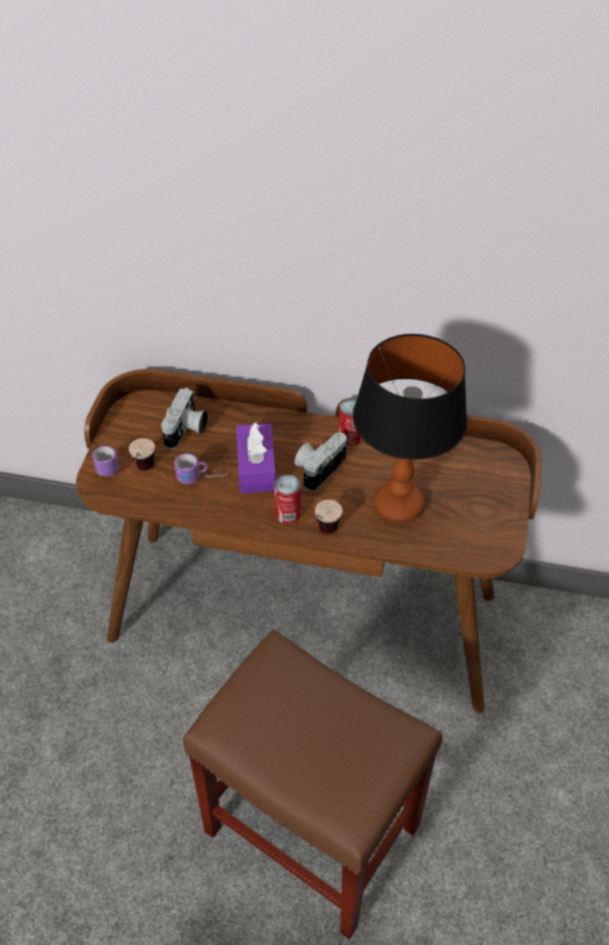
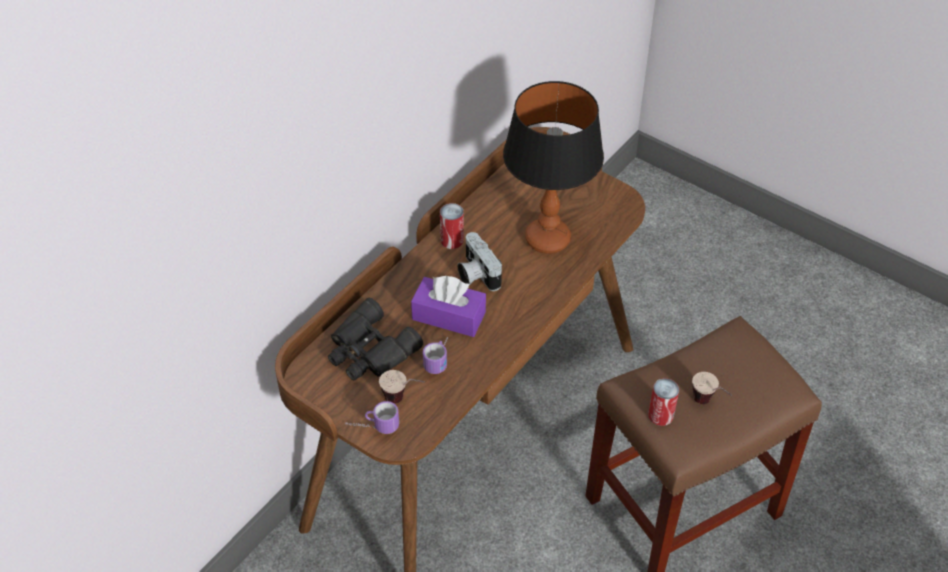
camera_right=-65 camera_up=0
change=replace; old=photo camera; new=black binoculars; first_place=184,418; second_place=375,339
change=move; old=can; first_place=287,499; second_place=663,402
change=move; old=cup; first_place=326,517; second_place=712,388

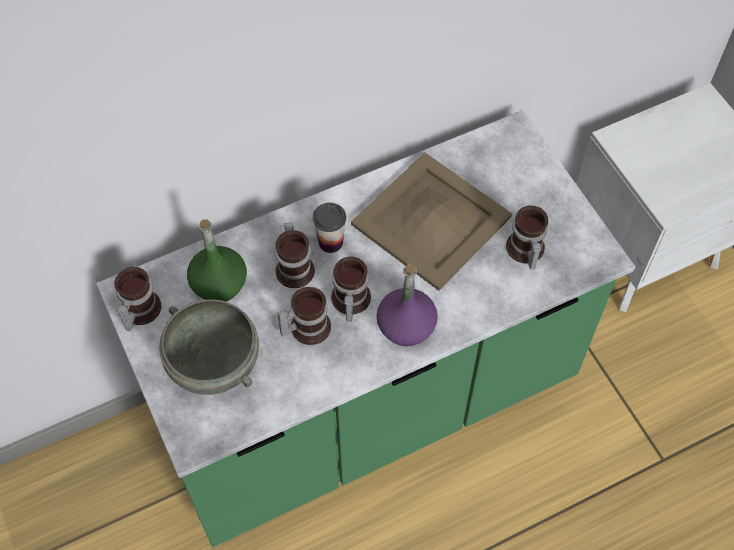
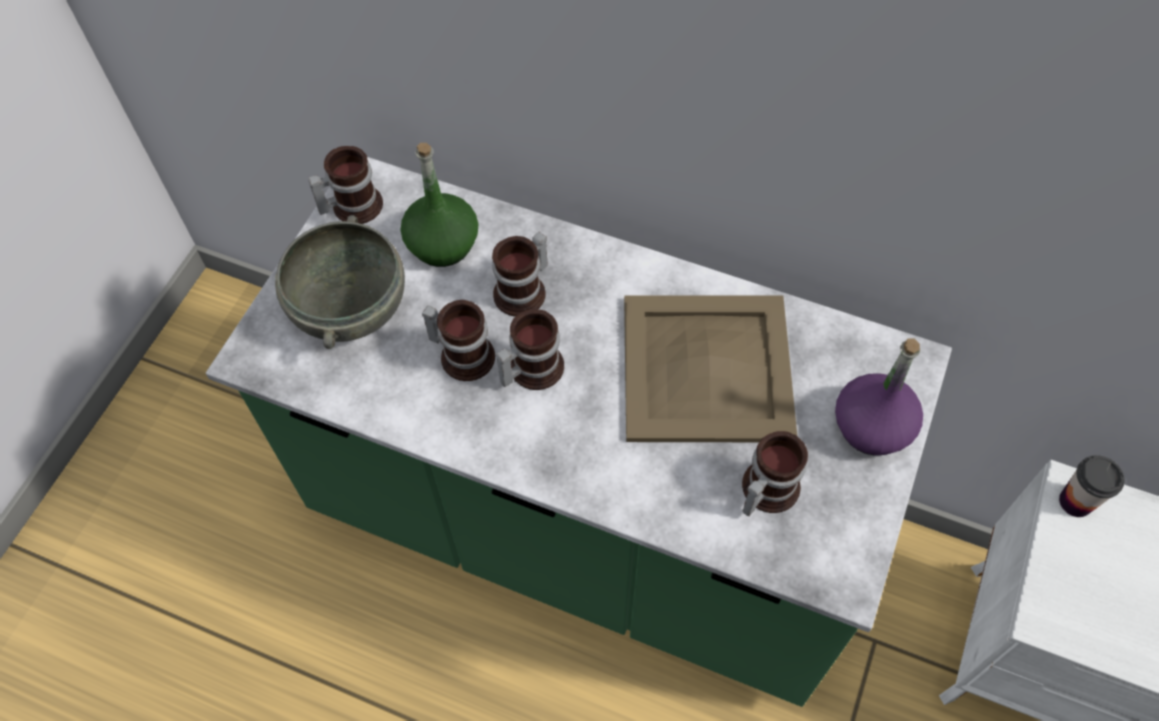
camera_right=50 camera_up=0
change=move; old=cup; first_place=329,228; second_place=1092,486
change=move; old=purple bottle; first_place=407,305; second_place=879,397

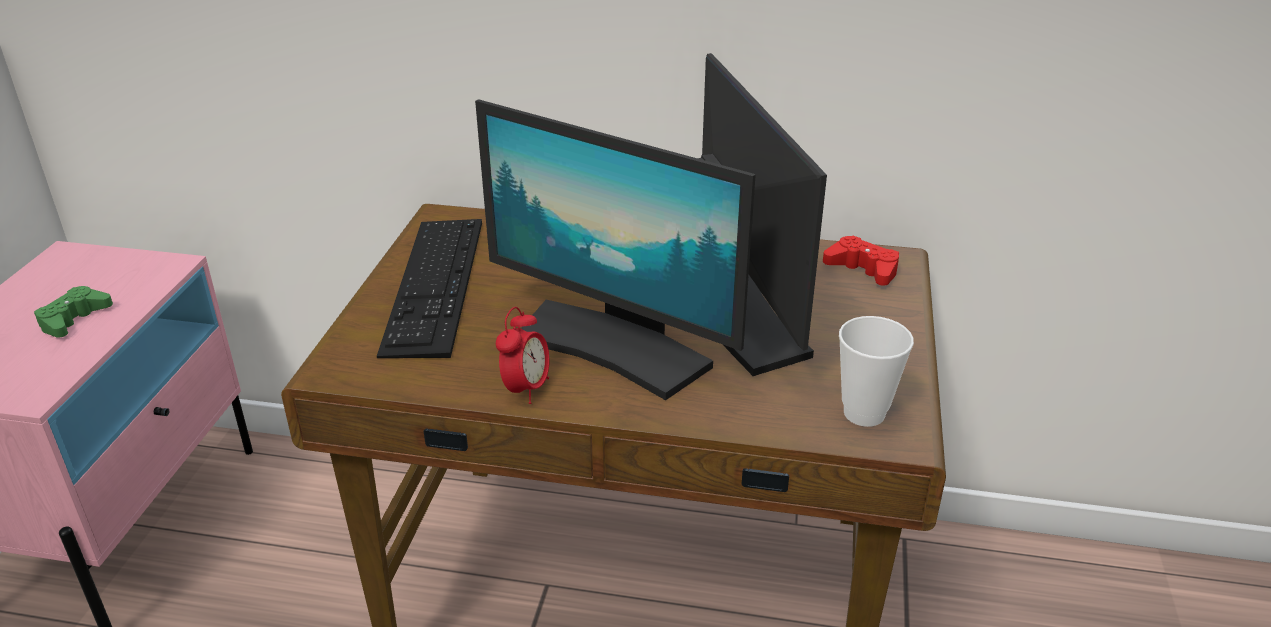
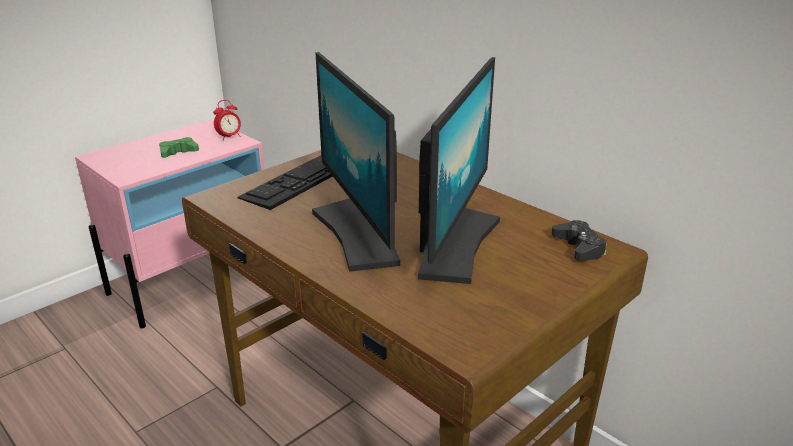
camera_right=35 camera_up=-5
change=recolor; old=red game controller; new=black game controller; first_place=861,261; second_place=579,240
change=move; old=alarm clock; first_place=523,355; second_place=227,120
change=delete; old=cup; first_place=876,371

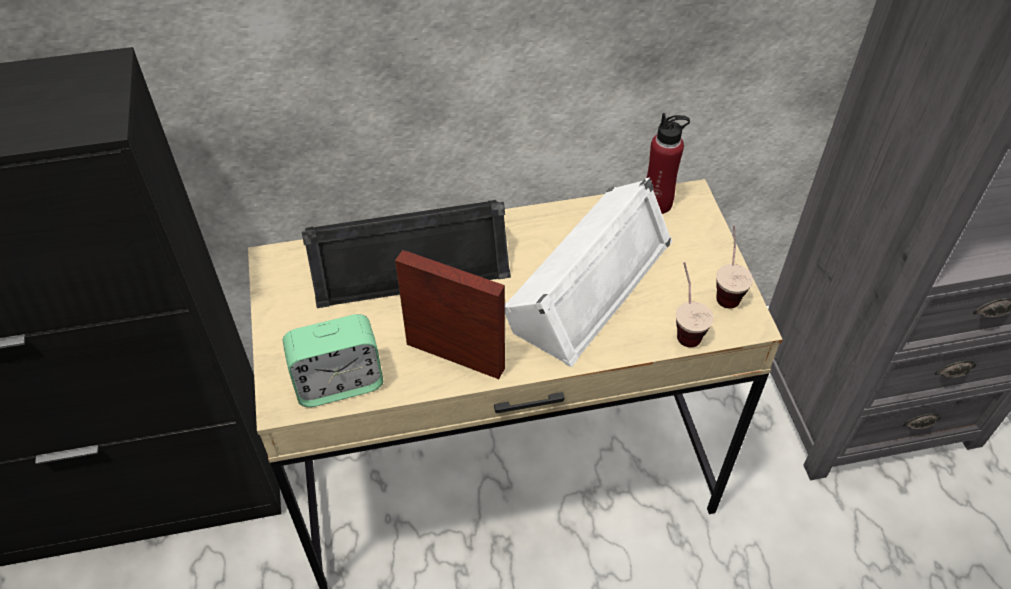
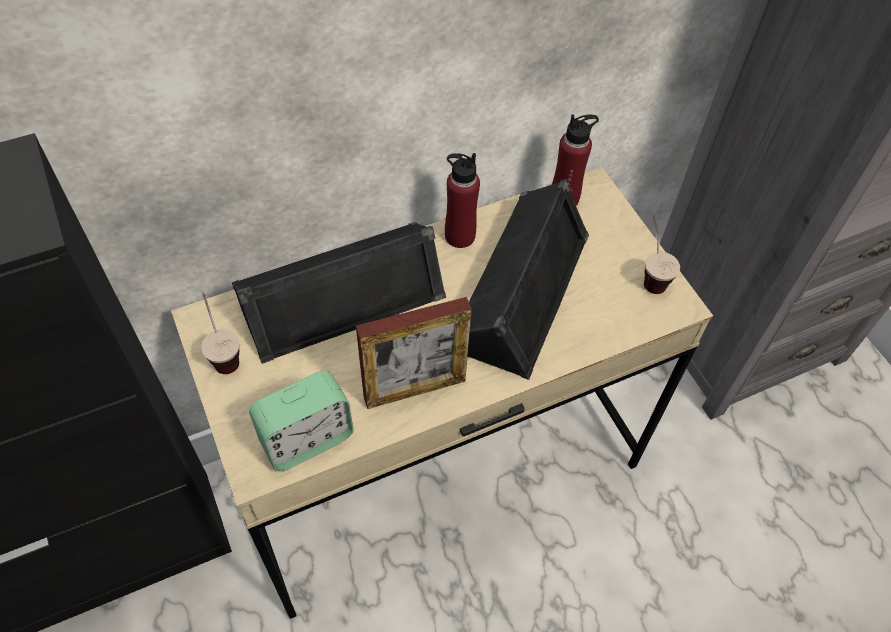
camera_right=-15 camera_up=5
change=recolor; old=white speaker; new=black speaker; first_place=589,272; second_place=528,279
change=rotate; old=picture frame; first_place=450,314; second_place=414,353; degrees=150
change=move; old=cup; first_place=695,304; second_place=220,333
change=insert; new=red bottle; second_place=462,200

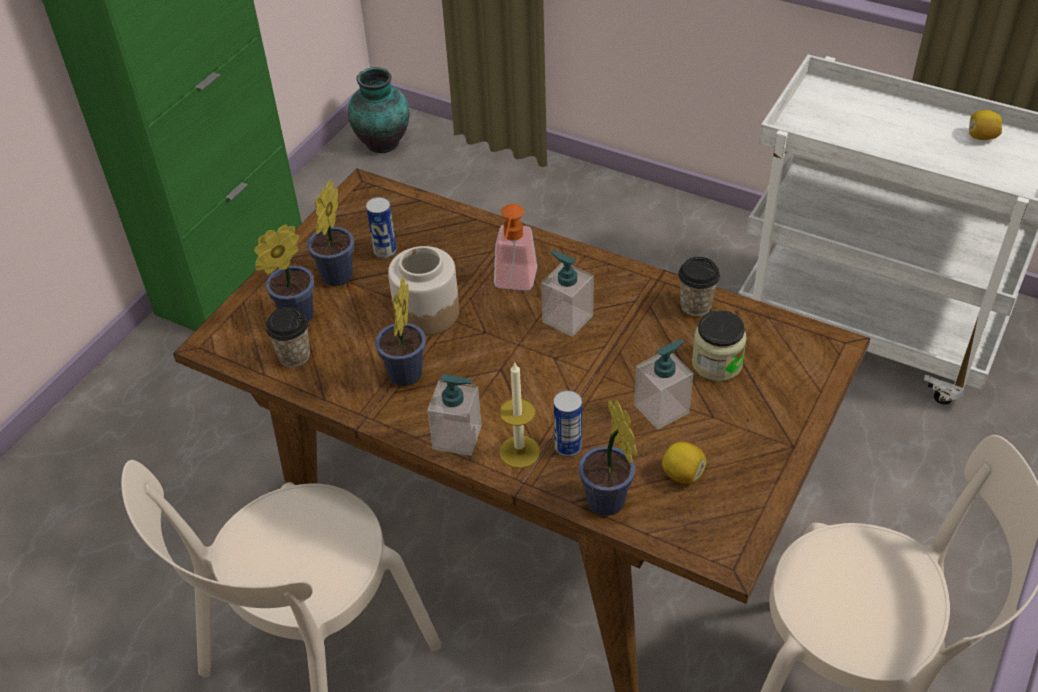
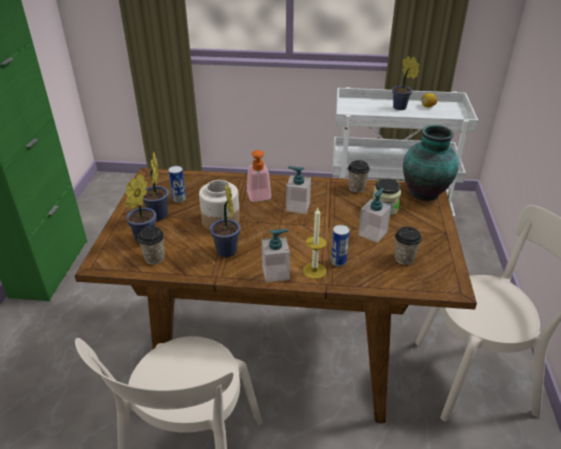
camera_right=-25 camera_up=-10
change=move; old=vase; first_place=379,110; second_place=431,163
change=move; old=potted plant; first_place=608,457; second_place=405,83
change=replace; old=lemon; new=cup; first_place=684,463; second_place=408,246

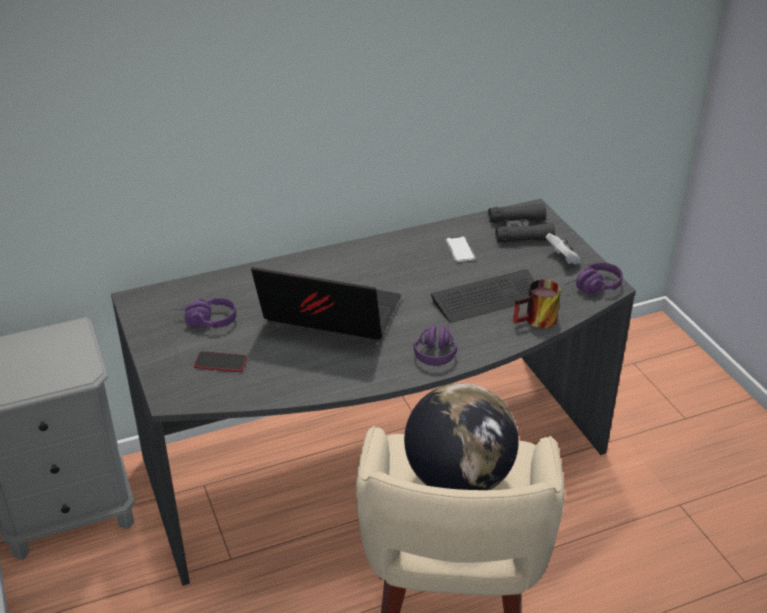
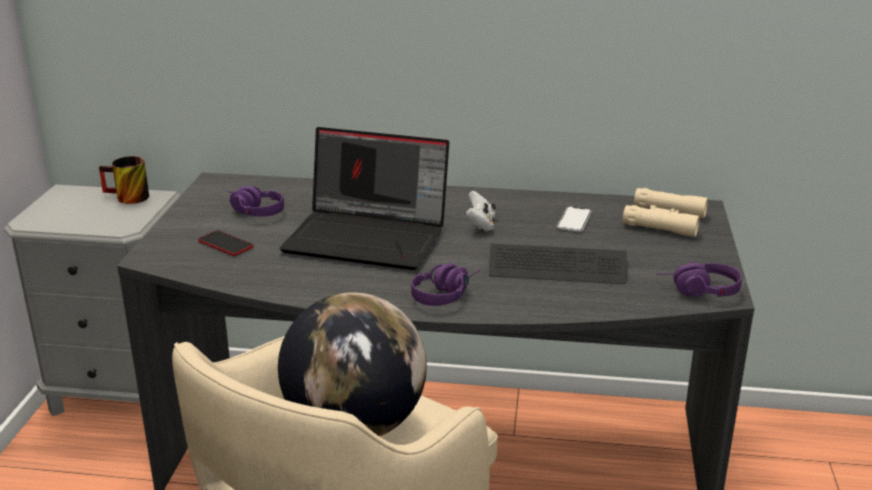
camera_right=30 camera_up=-10
change=recolor; old=black binoculars; new=beige binoculars; first_place=521,223; second_place=665,212
change=move; old=white game controller; first_place=563,249; second_place=481,211
change=rotate; old=laptop; first_place=326,303; second_place=364,198; degrees=150
change=move; old=mug; first_place=537,303; second_place=124,180

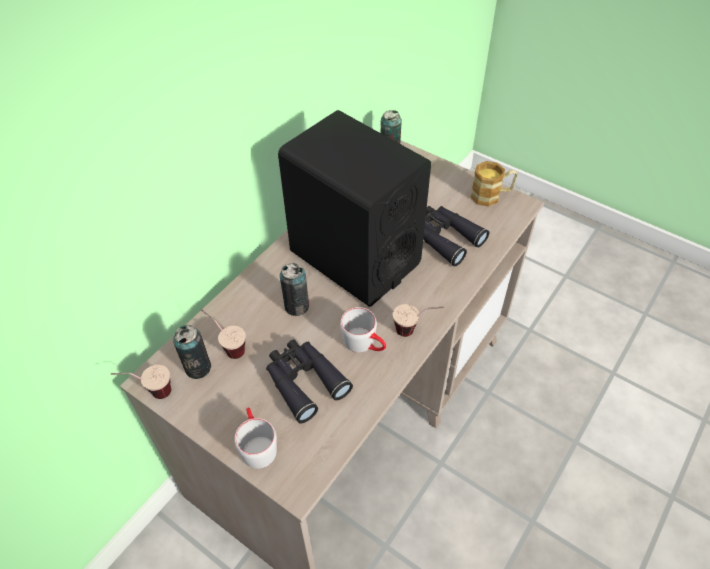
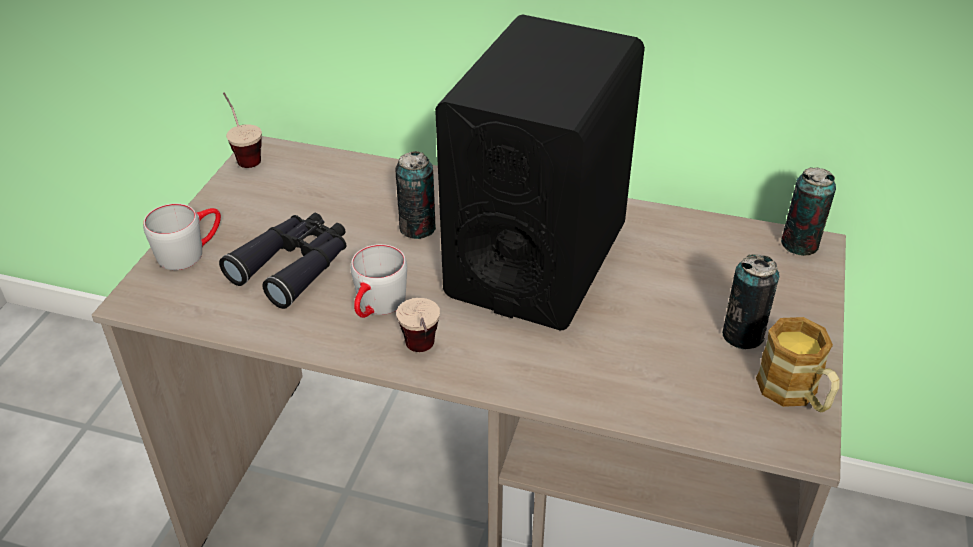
camera_right=70 camera_up=-10
change=delete; old=black binoculars; first_place=456,236
change=delete; old=cup; first_place=223,334
change=move; old=can; first_place=192,352; second_place=750,301

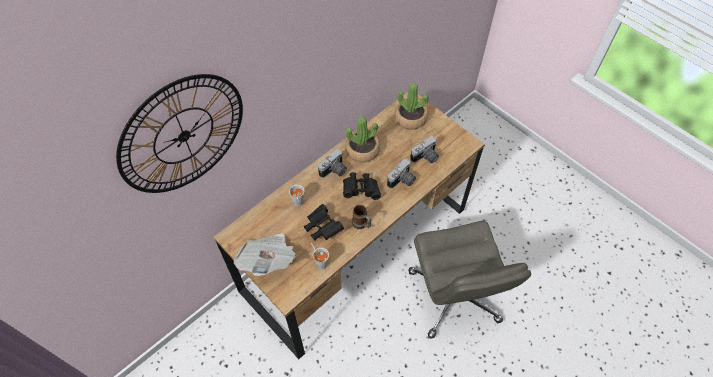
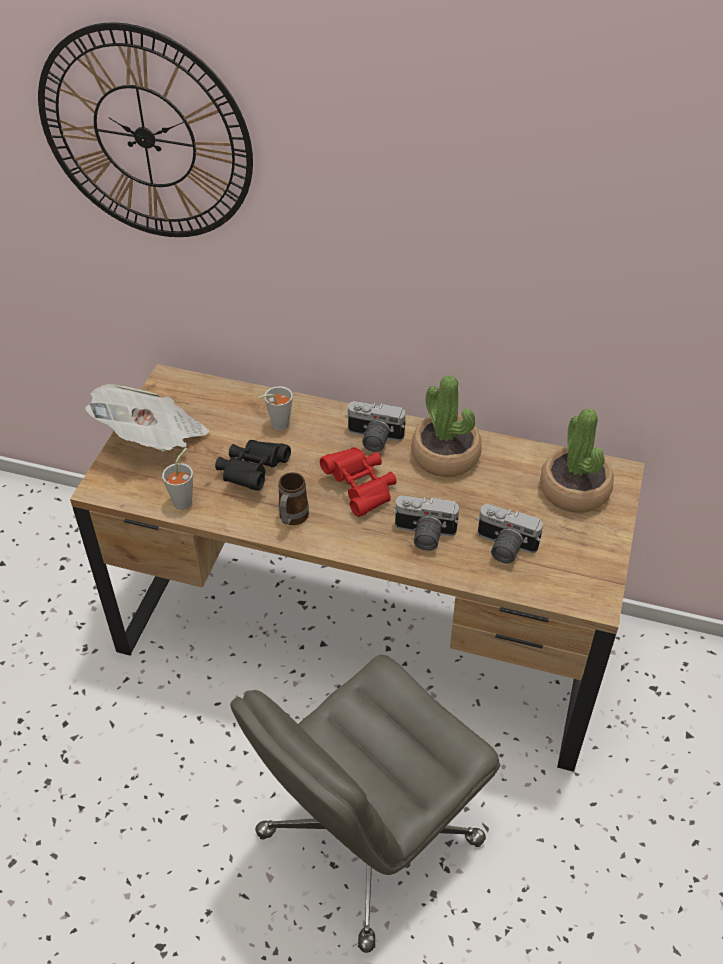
camera_right=60 camera_up=-10
change=recolor; old=black binoculars; new=red binoculars; first_place=362,186; second_place=358,482

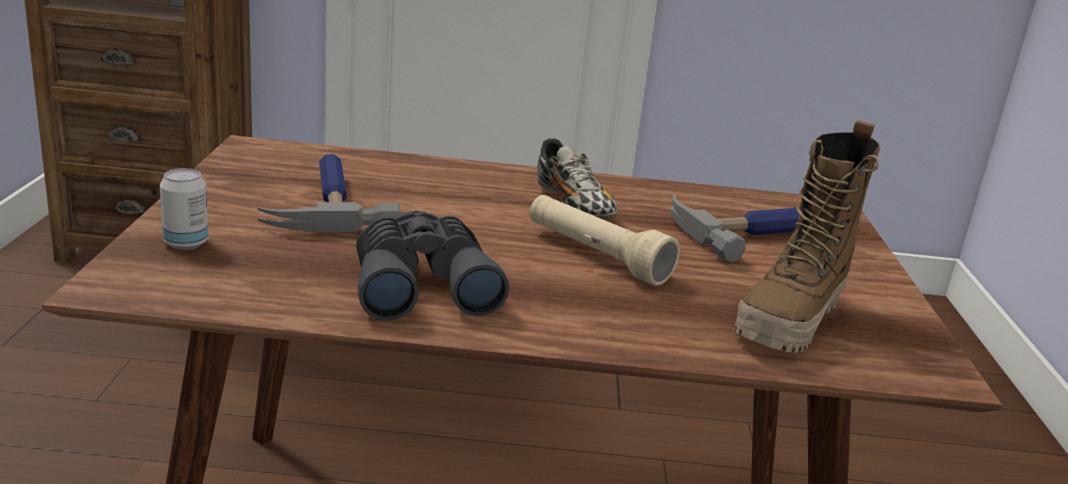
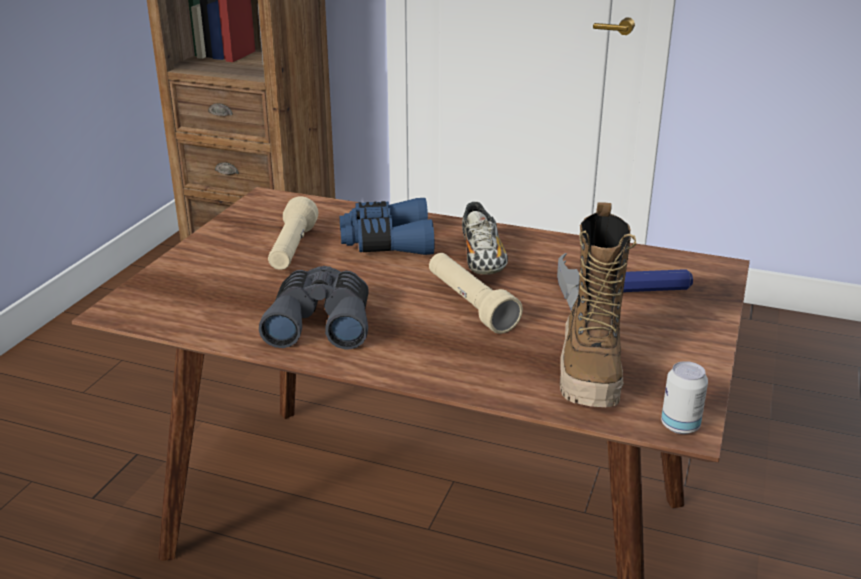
camera_right=20 camera_up=5
change=rotate; old=boot; first_place=807,236; second_place=598,304; degrees=-45
change=replace; old=hammer; new=beige flashlight; first_place=329,193; second_place=293,233
change=move; old=can; first_place=184,209; second_place=684,397
change=insert; new=blue binoculars; second_place=387,226

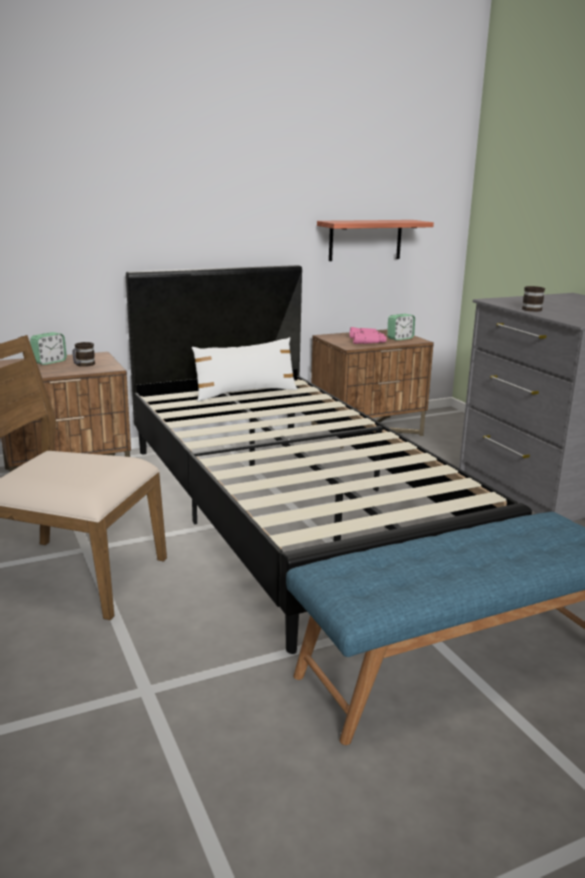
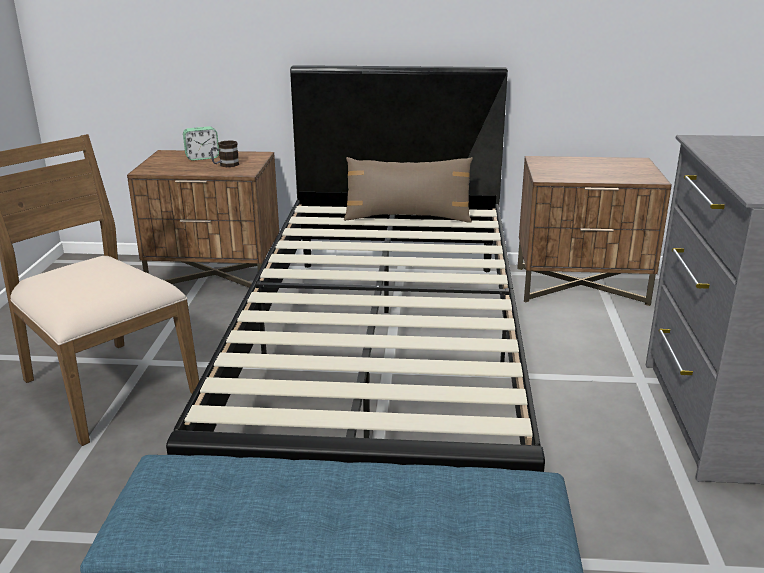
camera_right=30 camera_up=5
change=delete; old=shelf; first_place=375,240
change=delete; old=mug; first_place=533,299
change=delete; old=alarm clock; first_place=401,327
change=delete; old=pink binoculars; first_place=368,335
change=recolor; old=white pillow; new=brown pillow; first_place=244,369; second_place=408,190

